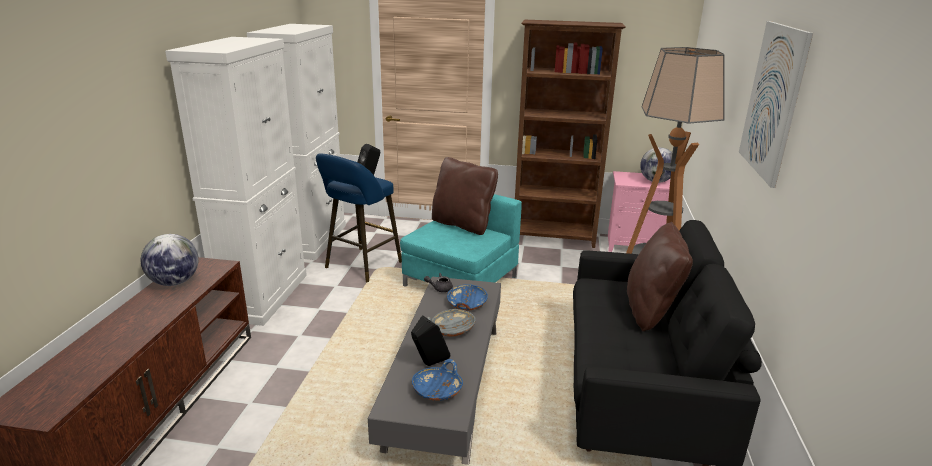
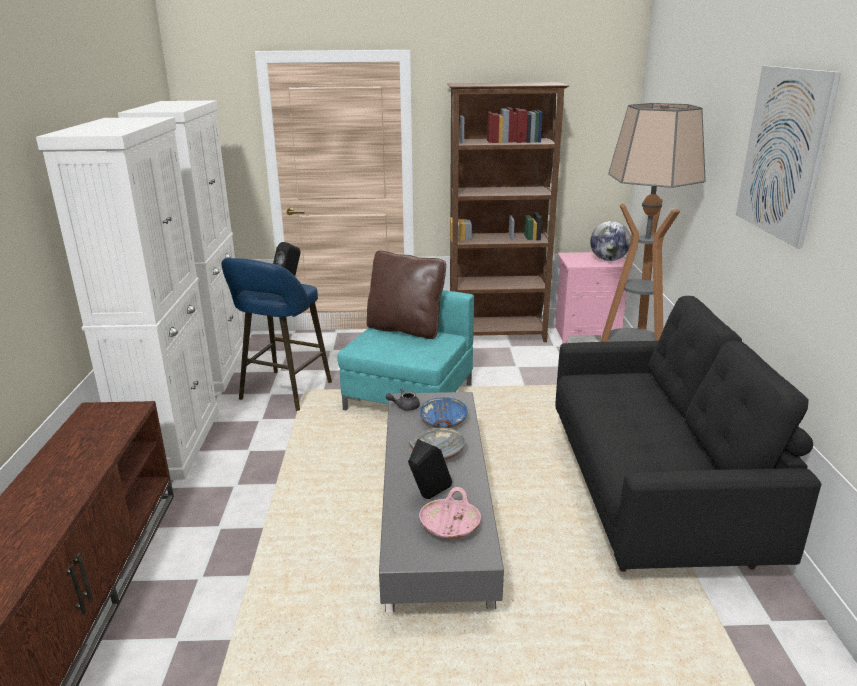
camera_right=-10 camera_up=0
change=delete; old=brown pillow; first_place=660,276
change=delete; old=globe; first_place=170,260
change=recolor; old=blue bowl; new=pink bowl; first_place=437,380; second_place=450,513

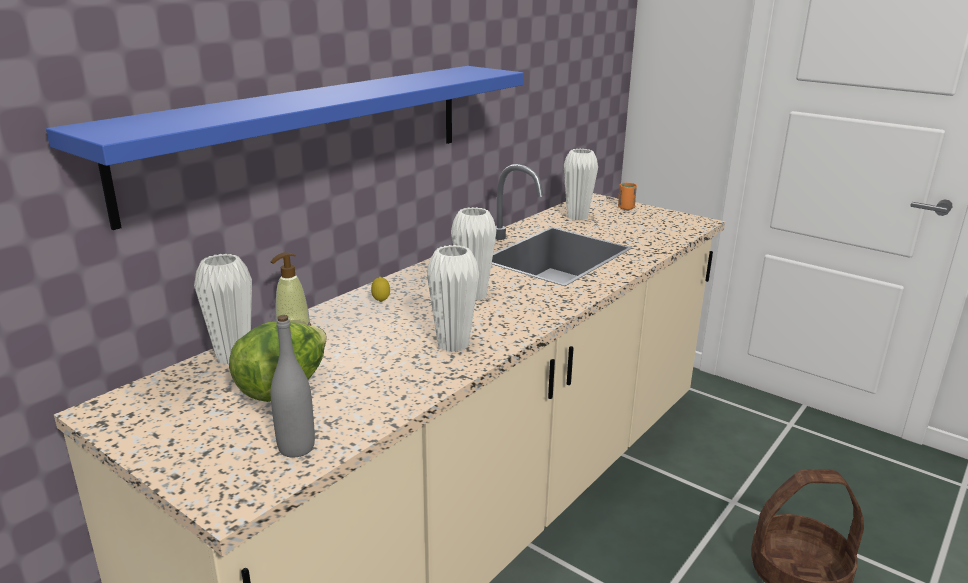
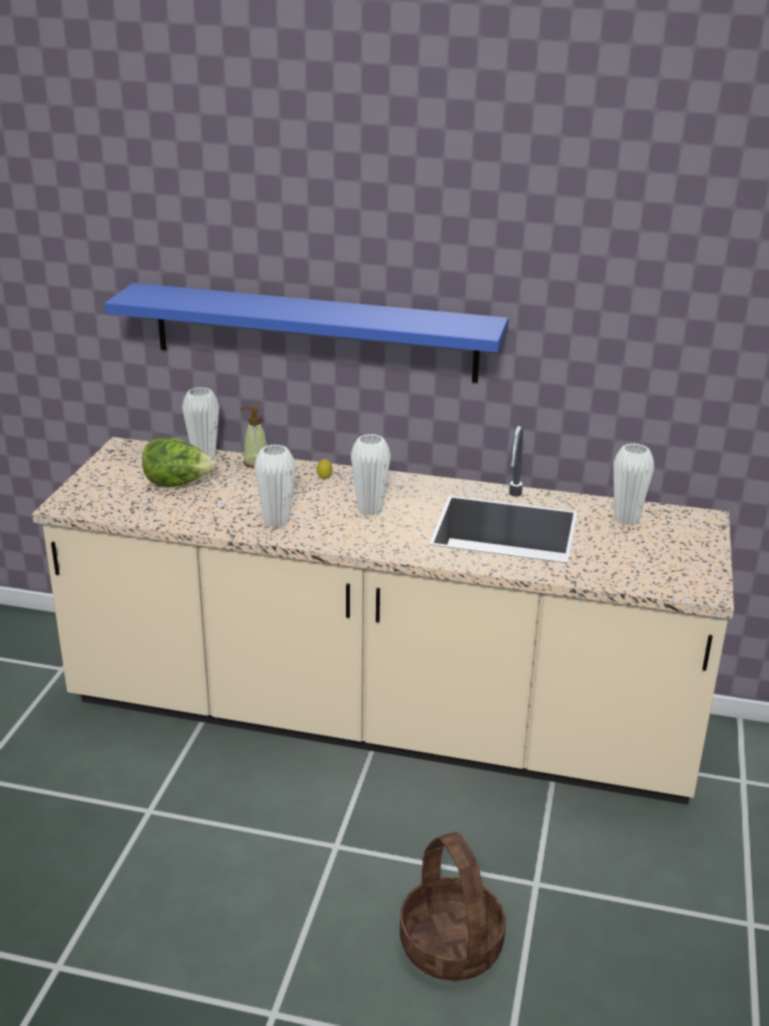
camera_right=65 camera_up=5
change=delete; old=orange cup; first_place=627,196
change=delete; old=grey bottle; first_place=293,386

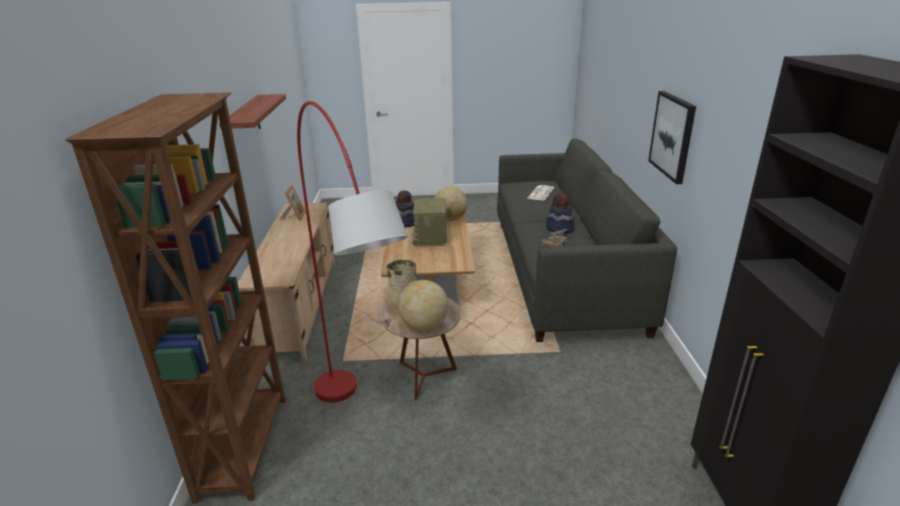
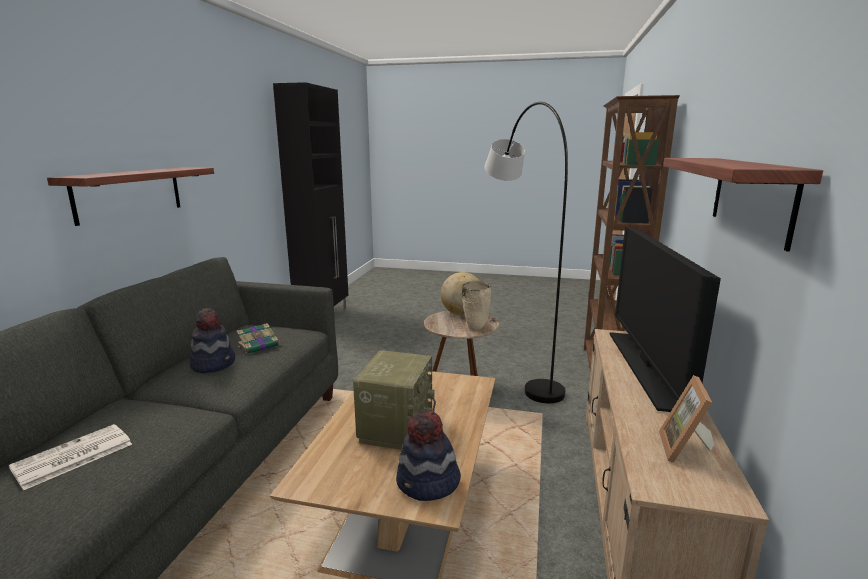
camera_right=-165 camera_up=-10
change=replace; old=picture; new=shelf; first_place=672,137; second_place=130,196
change=recolor; old=red floor lamp; new=grey floor lamp; first_place=352,252; second_place=526,252
change=delete; old=globe; first_place=451,204
change=insert; new=television; second_place=665,319

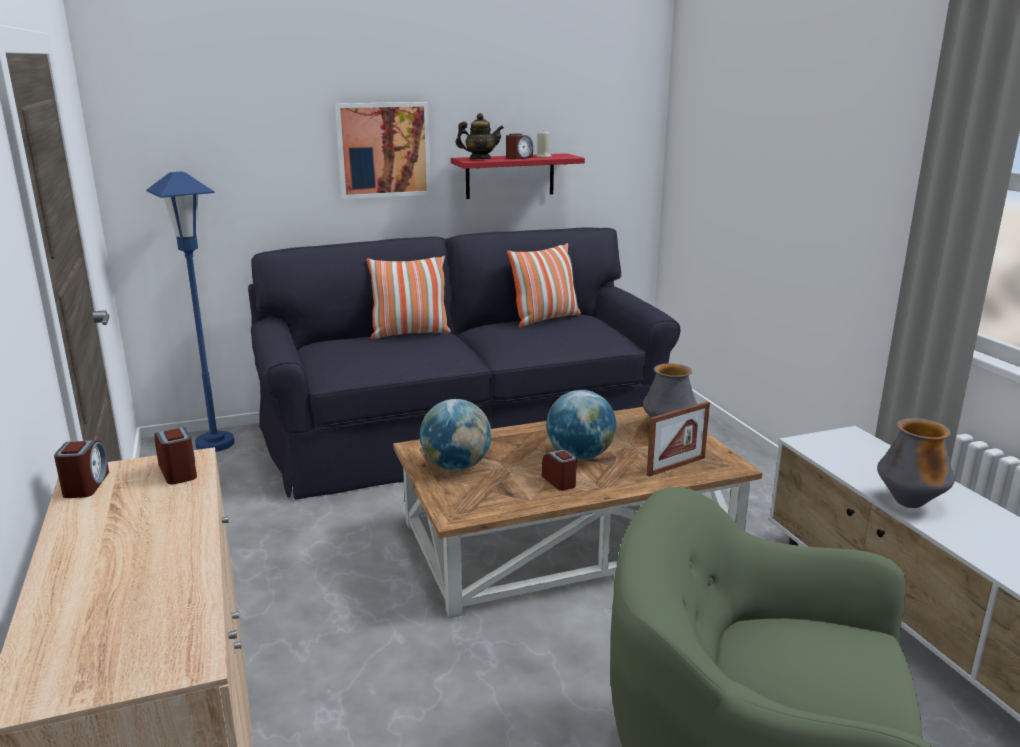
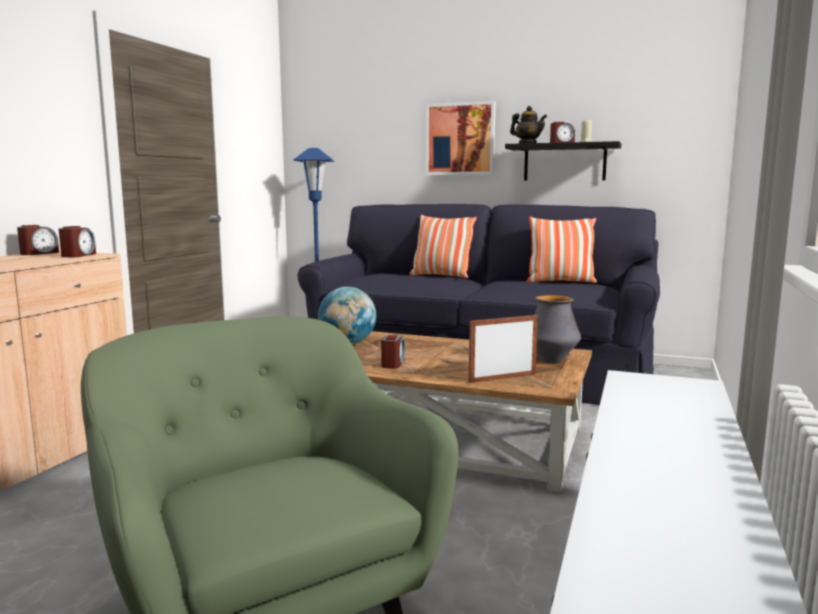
camera_right=40 camera_up=-10
change=recolor; old=red shelf; new=black shelf; first_place=518,176; second_place=563,161
change=delete; old=globe; first_place=581,425
change=rotate; old=picture frame; first_place=678,439; second_place=503,349; degrees=150
change=delete; old=vase; first_place=916,463

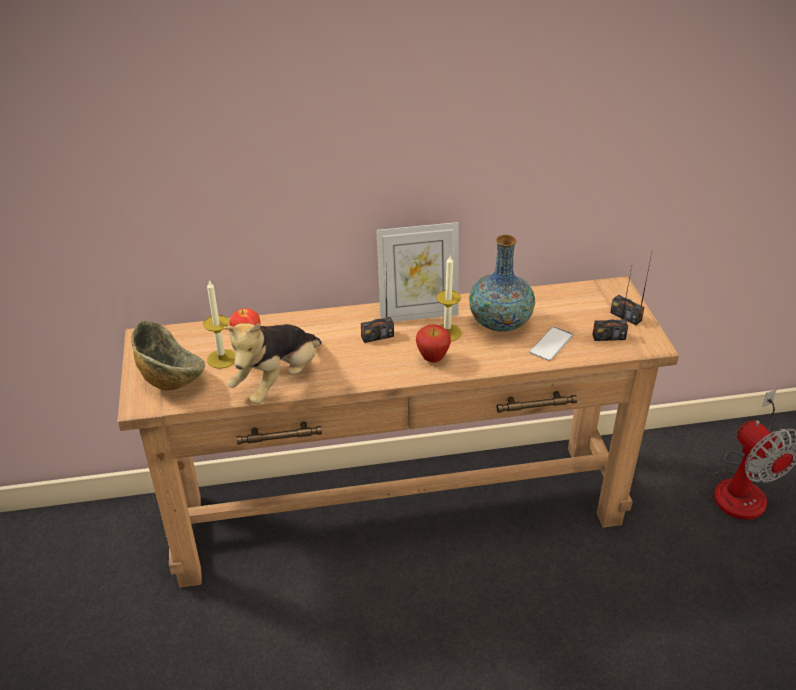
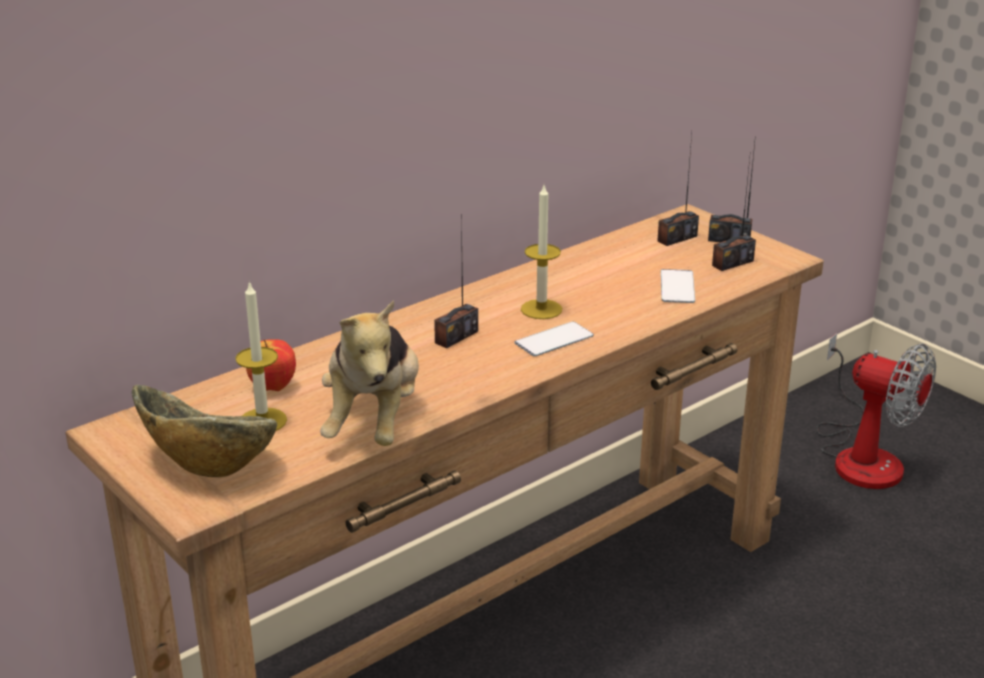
camera_right=-30 camera_up=-10
change=delete; old=picture frame; first_place=417,272
change=delete; old=vase; first_place=502,283
change=replace; old=apple; new=phone; first_place=433,343; second_place=554,339
change=insert; new=radio; second_place=678,190

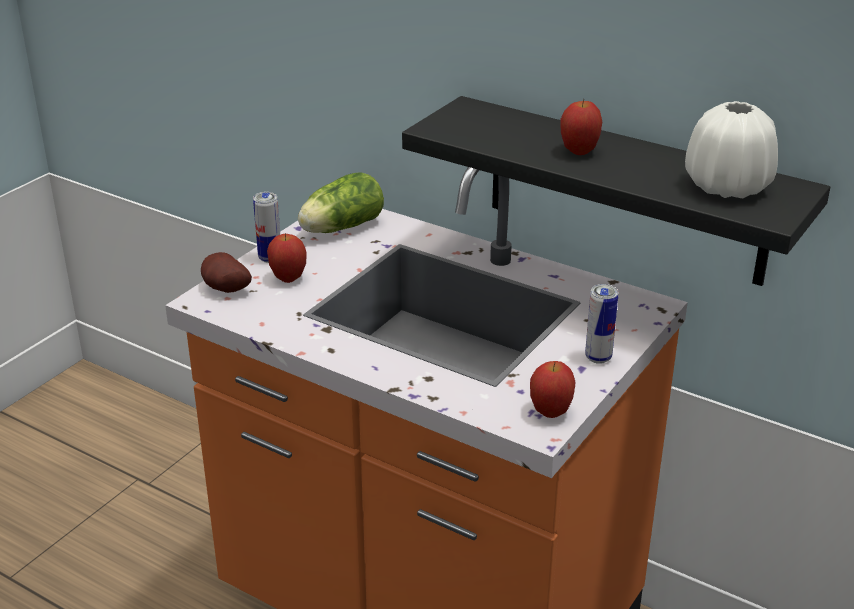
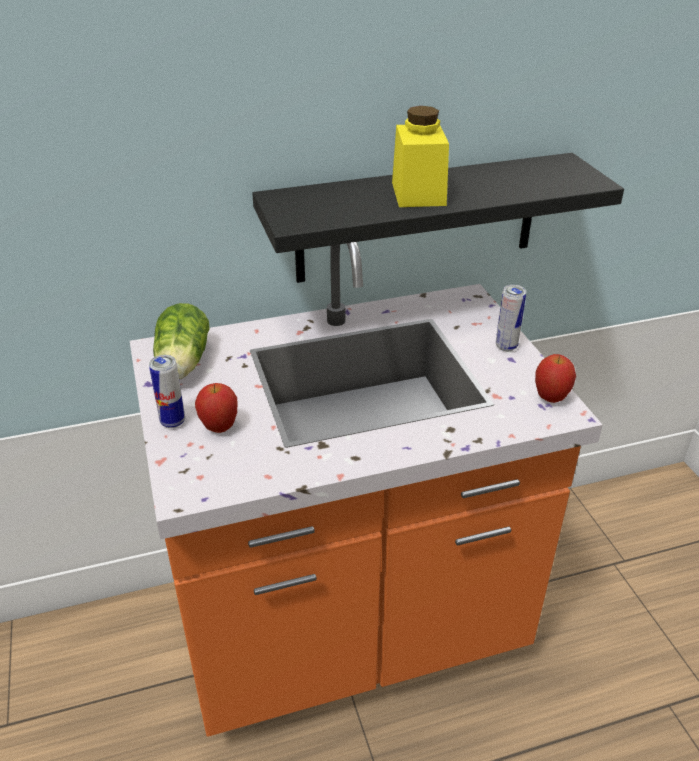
camera_right=-50 camera_up=5
change=replace; old=apple; new=yellow jar; first_place=581,127; second_place=420,156
change=delete; old=white vase; first_place=731,149
change=delete; old=potato; first_place=226,272

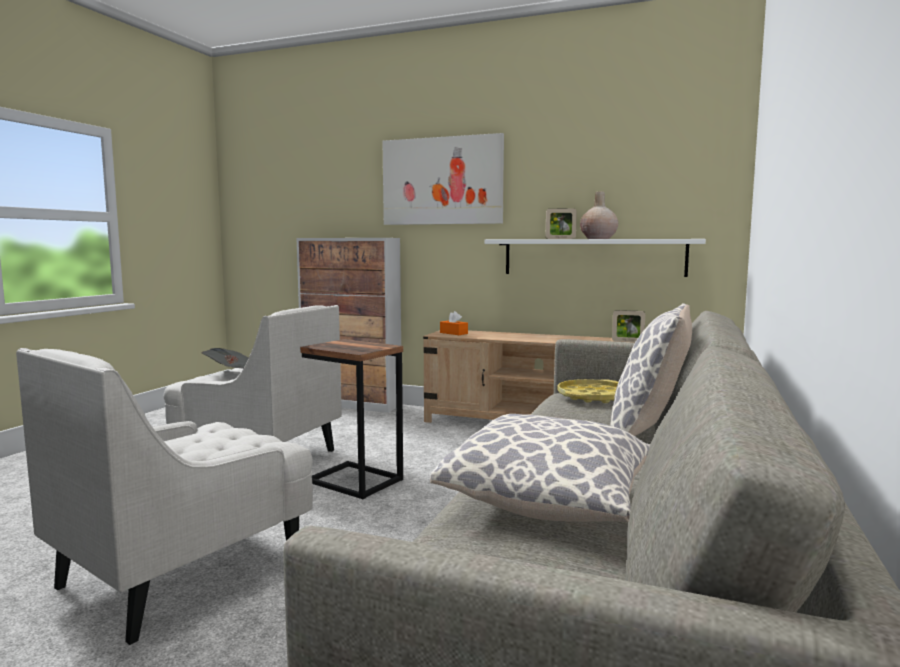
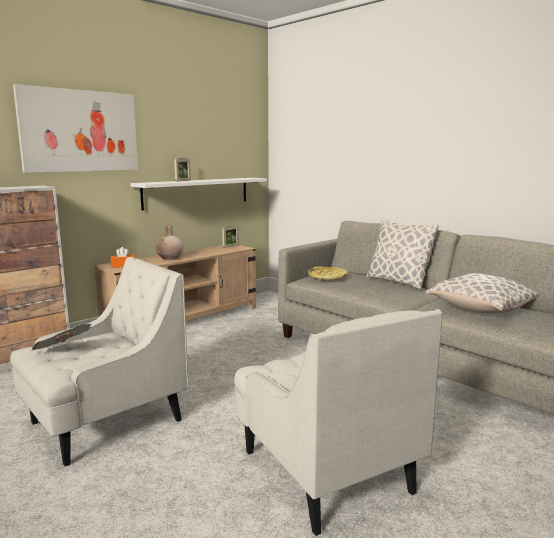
camera_right=-65 camera_up=5
change=move; old=beige vase; first_place=599,215; second_place=170,242
change=delete; old=side table; first_place=351,419

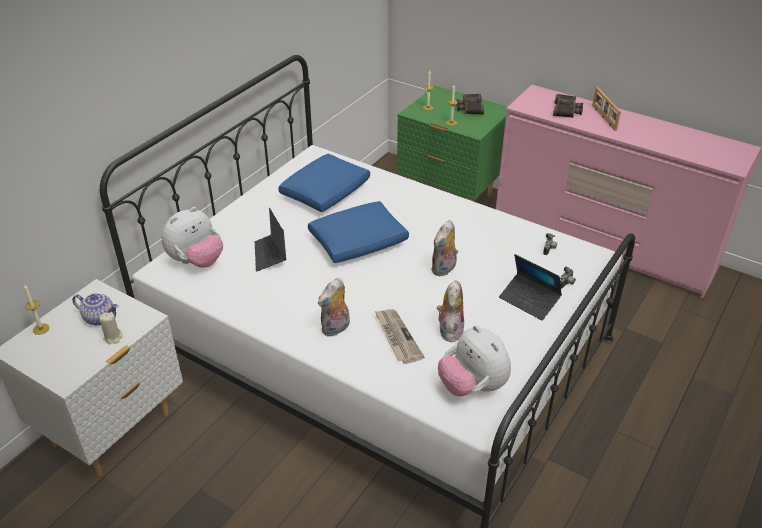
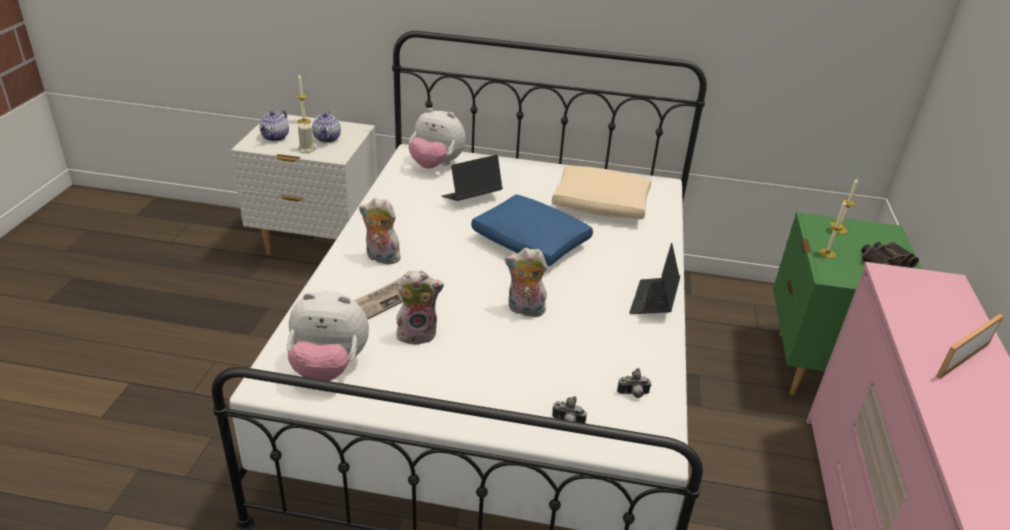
camera_right=65 camera_up=-5
change=delete; old=binoculars; first_place=568,106
change=recolor; old=blue pillow; new=beige pillow; first_place=324,183; second_place=601,192
change=move; old=laptop; first_place=530,287; second_place=654,278
change=rotate; old=plush toy; first_place=474,360; second_place=328,336; degrees=-120
change=insert; new=teapot; second_place=274,125

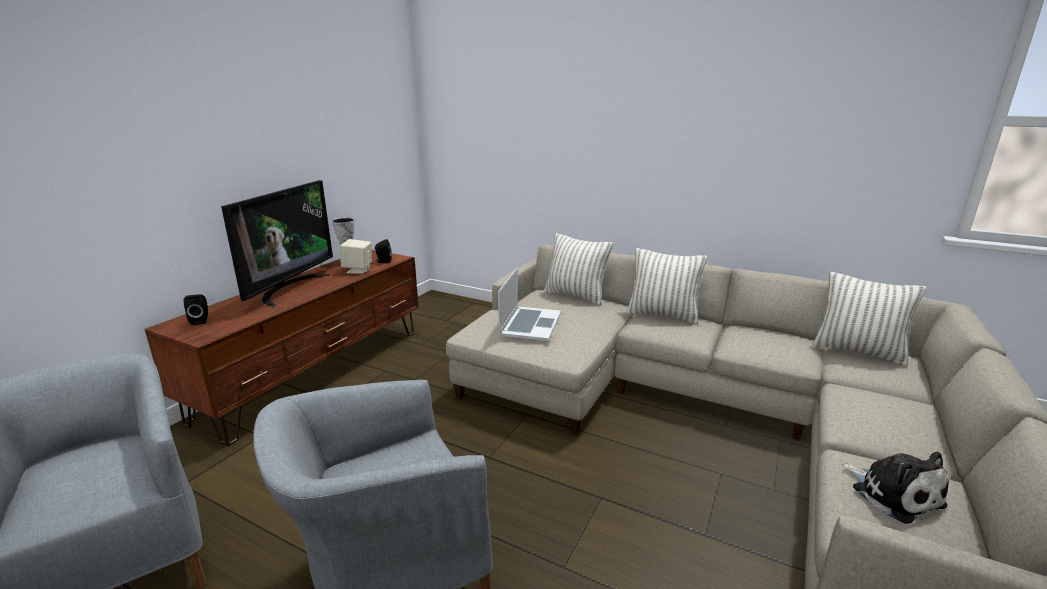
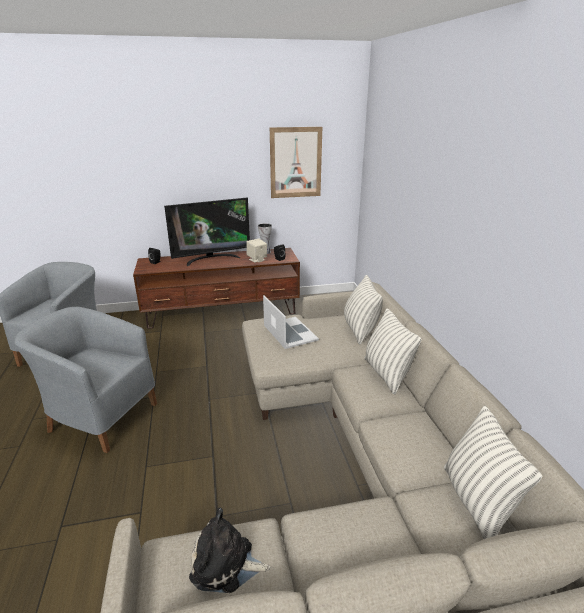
camera_right=50 camera_up=5
change=rotate; old=laptop; first_place=529,304; second_place=291,322; degrees=-90
change=rotate; old=plush toy; first_place=895,487; second_place=229,550; degrees=75
change=insert; new=picture; second_place=296,162

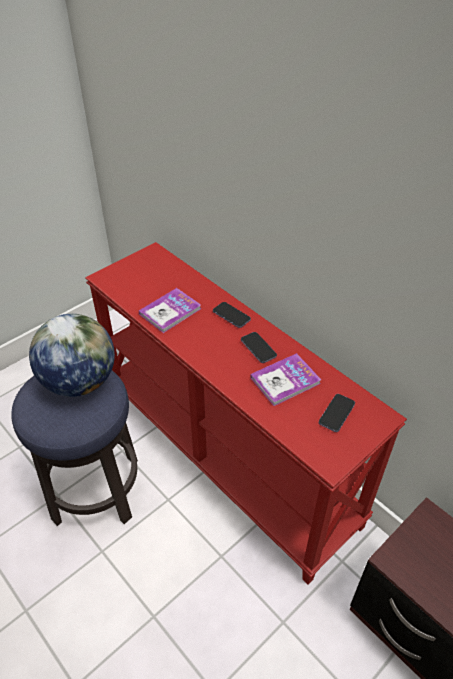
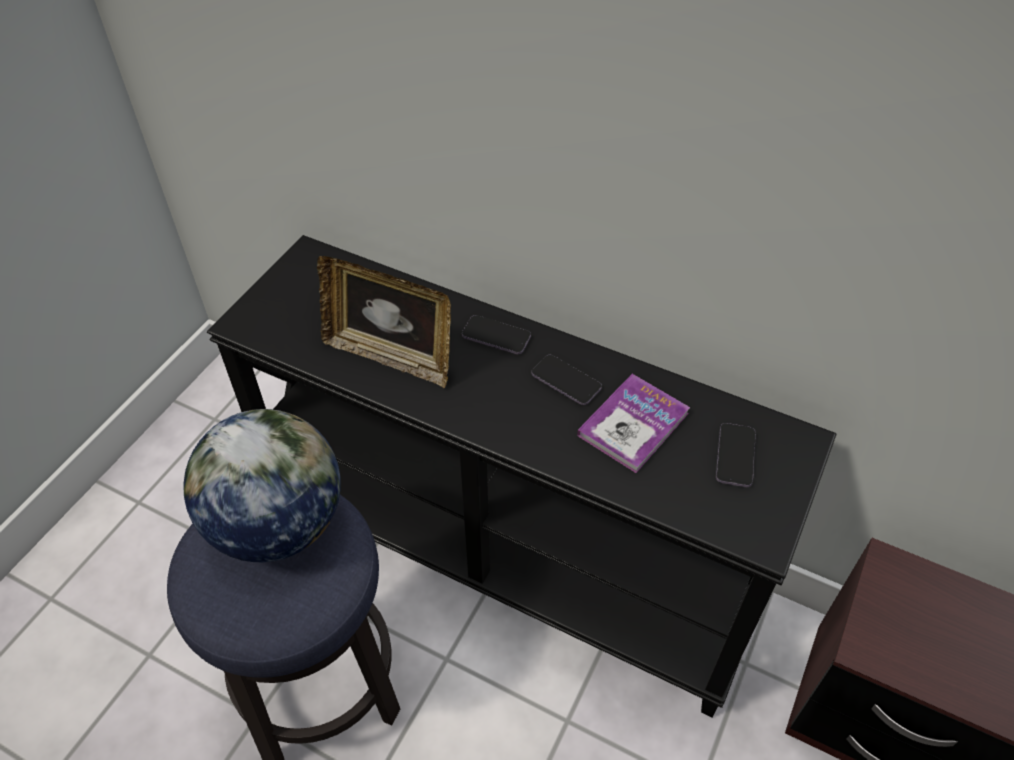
camera_right=-20 camera_up=5
change=recolor; old=red console table; new=black console table; first_place=246,413; second_place=522,476
change=replace; old=book; new=picture frame; first_place=170,310; second_place=384,322

